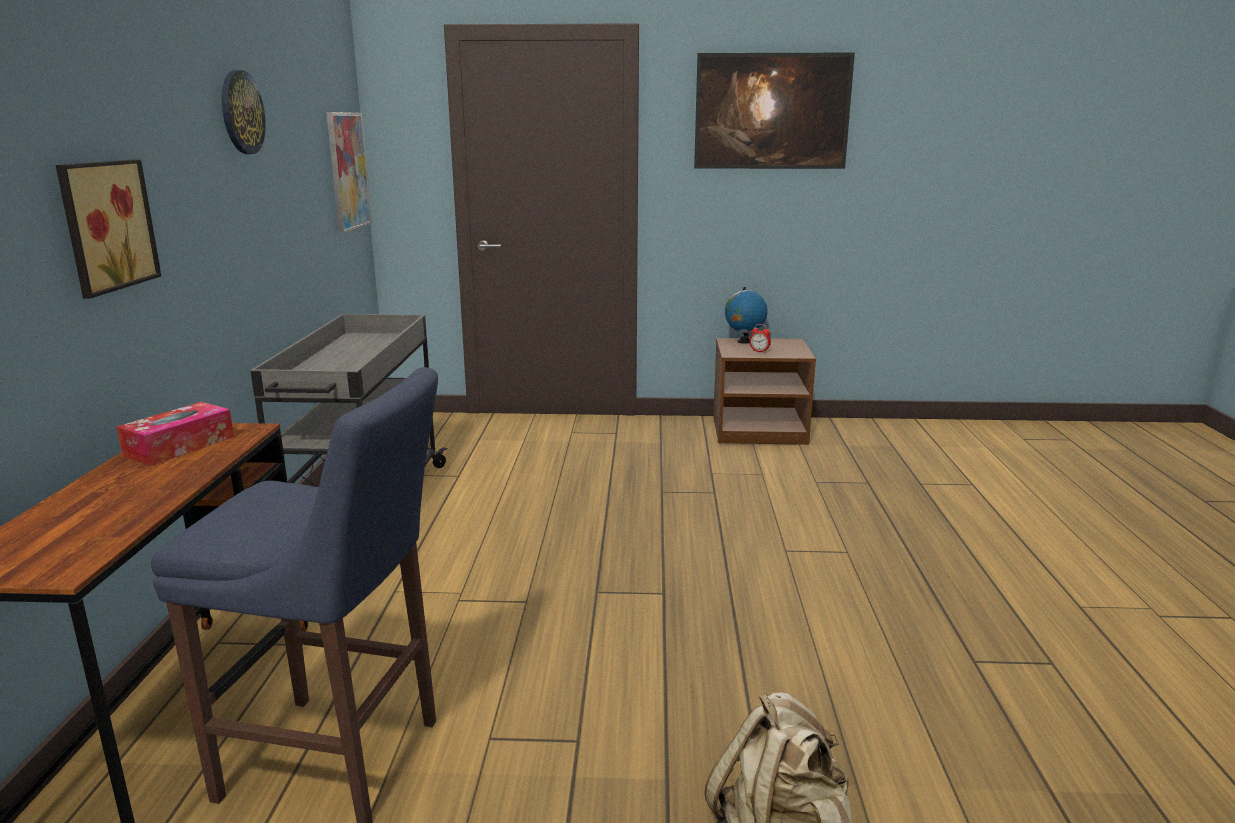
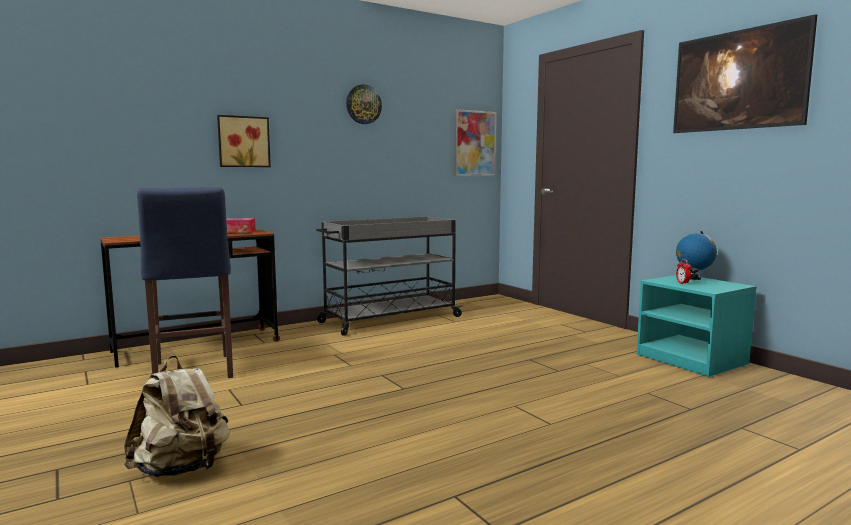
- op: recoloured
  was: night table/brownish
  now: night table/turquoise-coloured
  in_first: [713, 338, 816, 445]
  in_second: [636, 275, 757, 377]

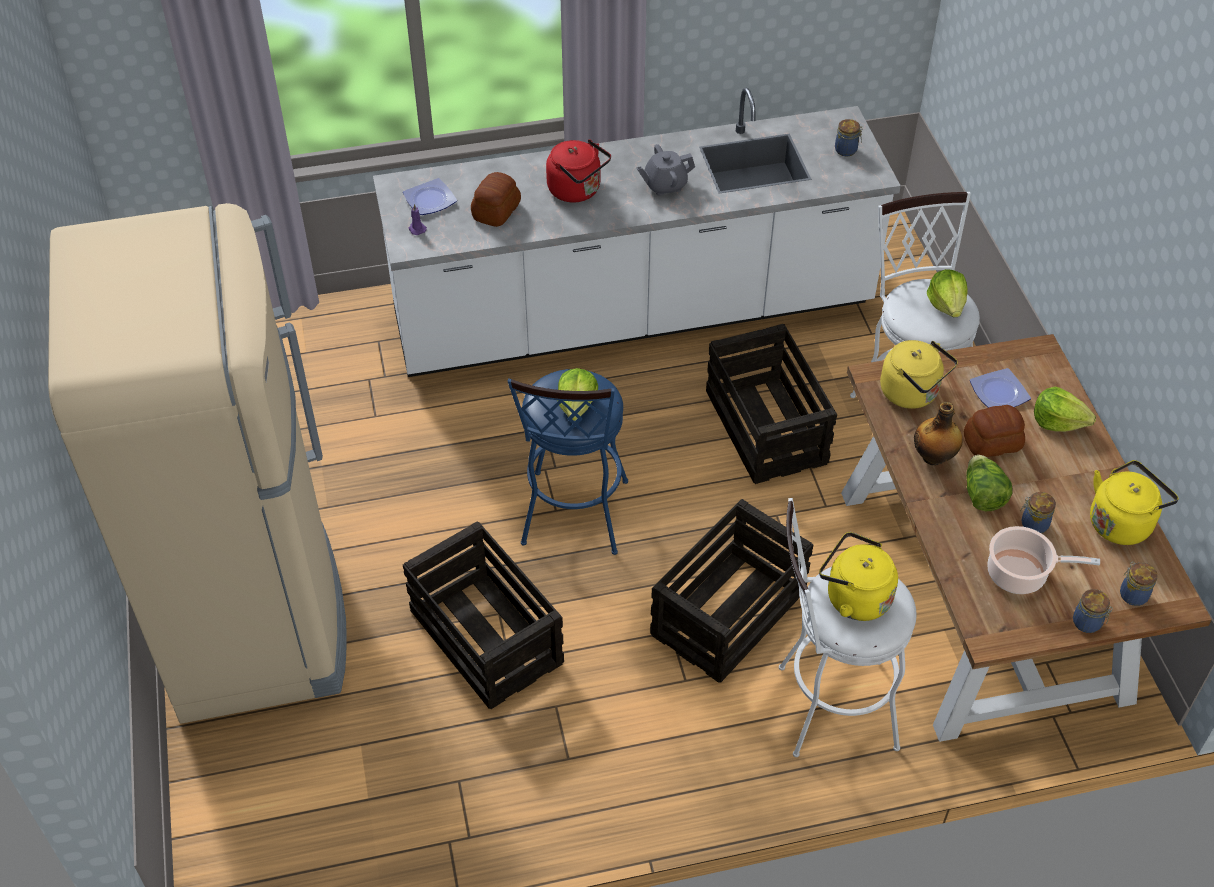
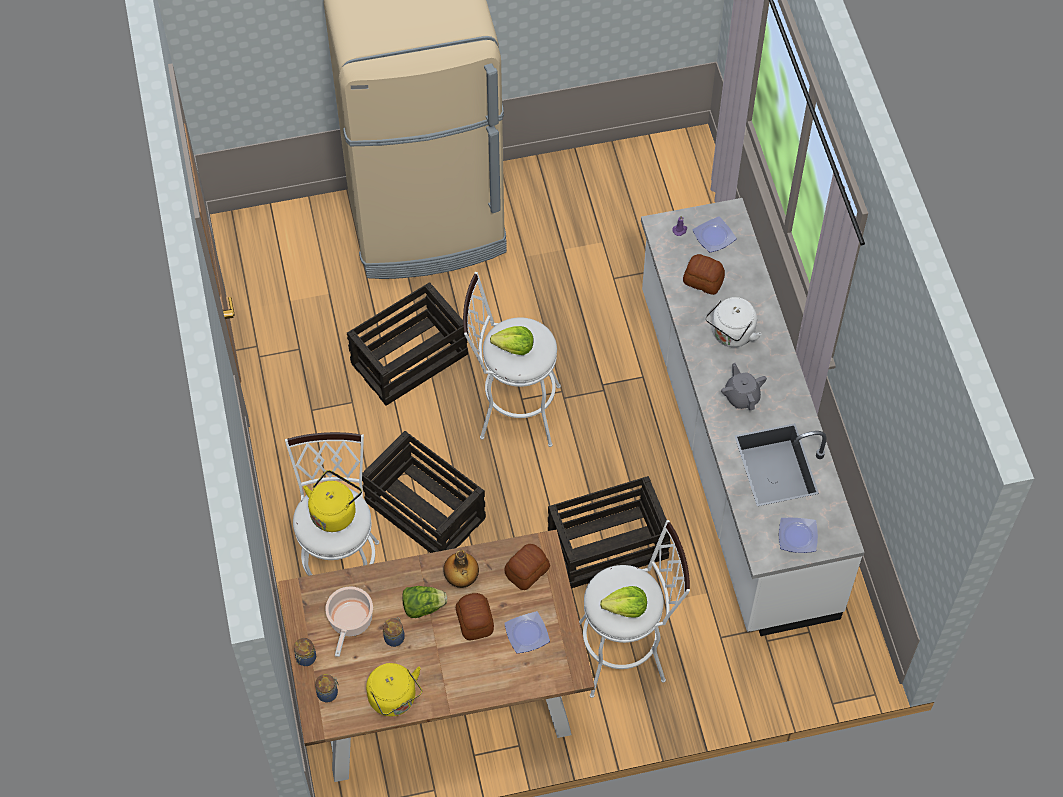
- op: replaced
  was: storage jar
  now: dinner plate
  in_first: [835, 119, 863, 156]
  in_second: [779, 518, 818, 553]
- op: recoloured
  was: kettle/red-coloured
  now: kettle/whitish
  in_first: [546, 139, 611, 202]
  in_second: [705, 297, 762, 347]
- op: replaced
  was: kettle/yellow
  now: bread
  in_first: [880, 340, 958, 409]
  in_second: [504, 544, 550, 590]
- op: recoloured
  was: sitting stool/bluish
  now: sitting stool/whitish
  in_first: [508, 369, 628, 555]
  in_second: [463, 272, 561, 447]
- op: removed
  was: lettuce
  in_first: [1034, 387, 1096, 432]

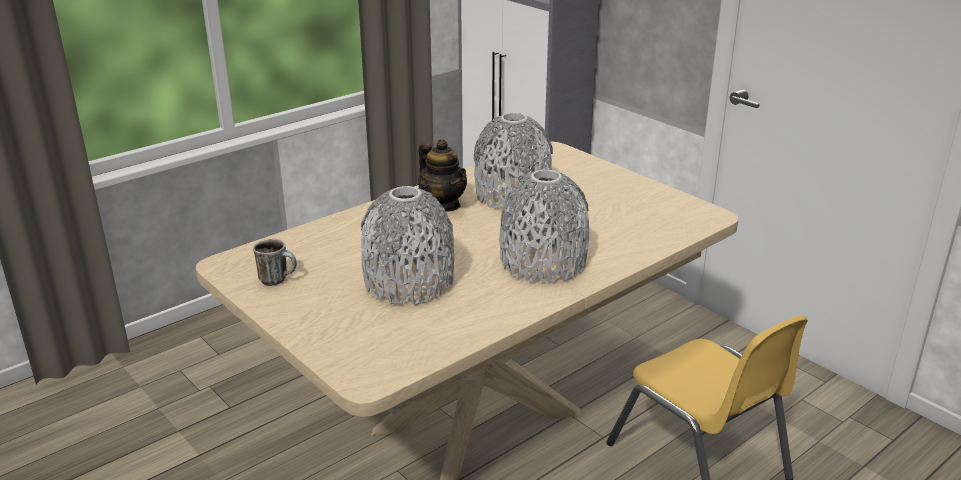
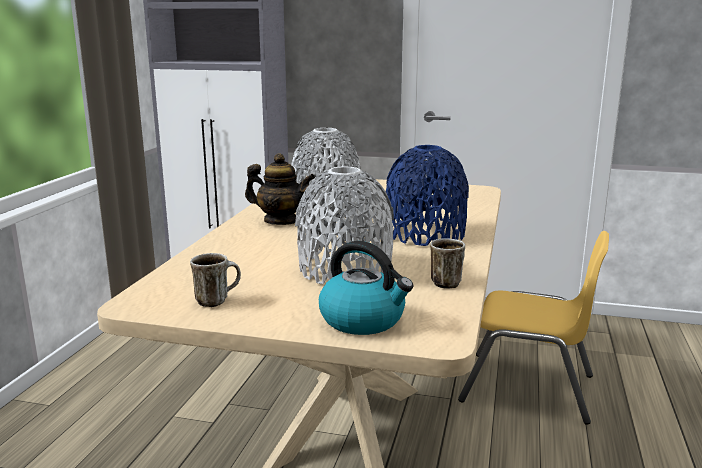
- op: recoloured
  was: flower vase/gray
  now: flower vase/bluish
  in_first: [499, 170, 589, 283]
  in_second: [386, 145, 469, 246]
- op: added
  now: mug
  in_second: [430, 238, 465, 289]
- op: added
  now: kettle
  in_second: [319, 241, 413, 335]

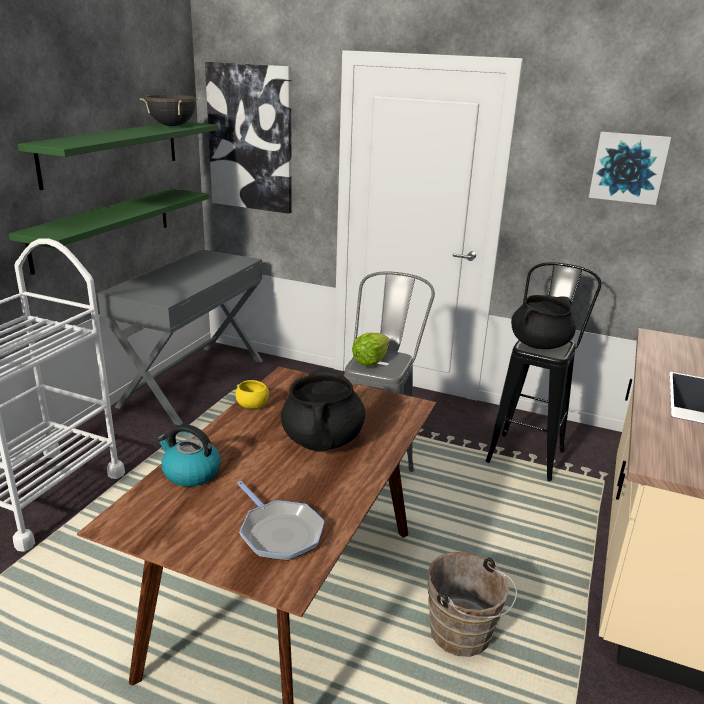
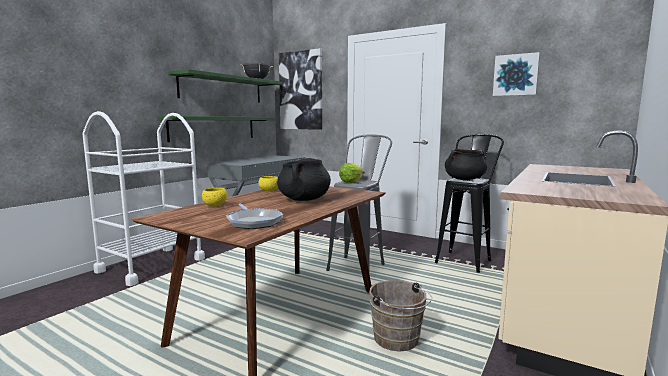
- op: replaced
  was: kettle
  now: serving bowl/yellow
  in_first: [157, 424, 221, 487]
  in_second: [202, 188, 228, 207]

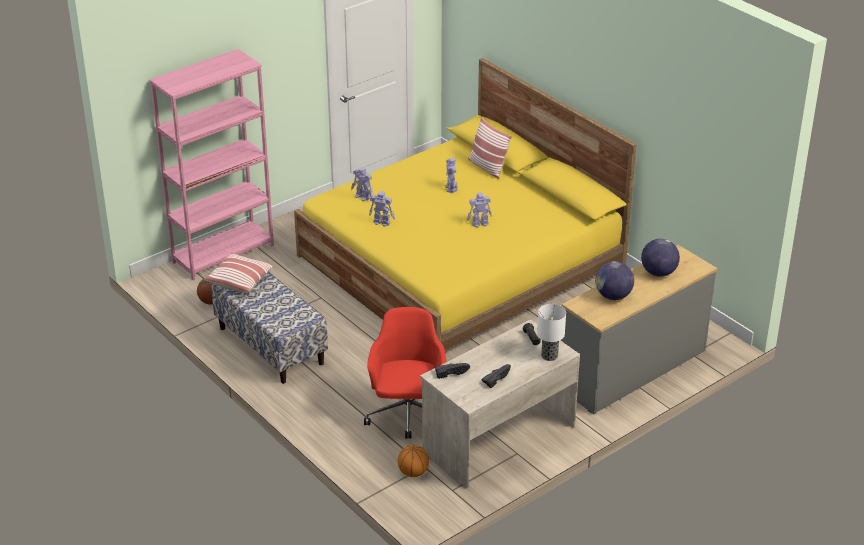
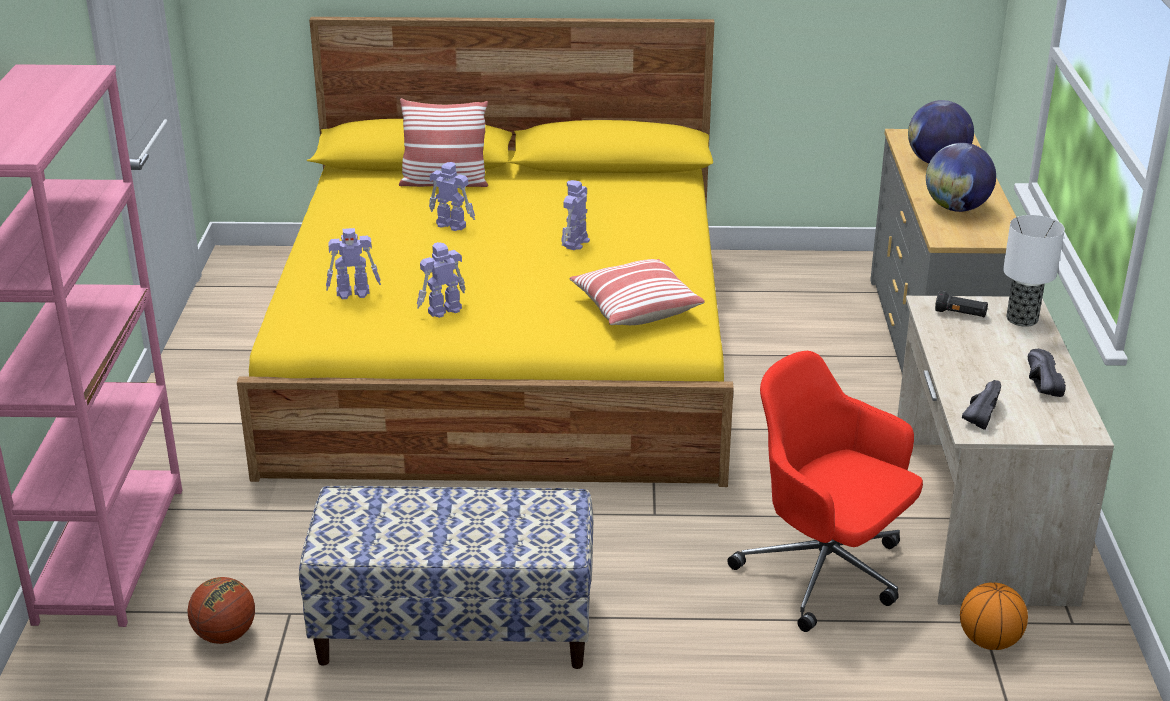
- op: moved
  was: throw pillow
  in_first: [204, 253, 275, 293]
  in_second: [569, 259, 705, 325]

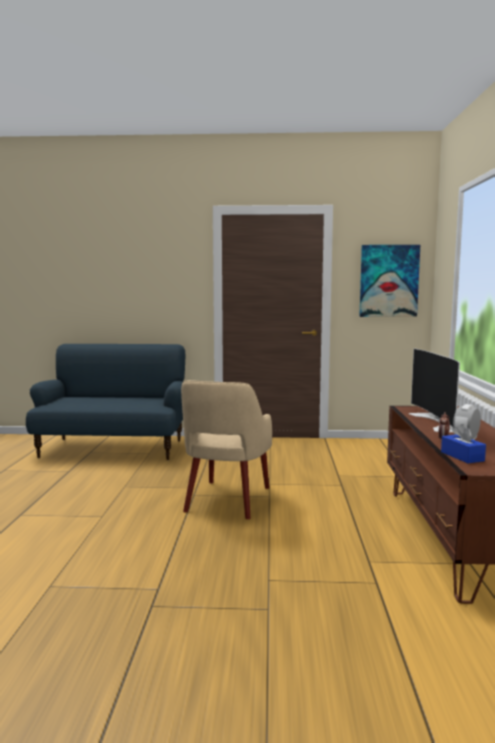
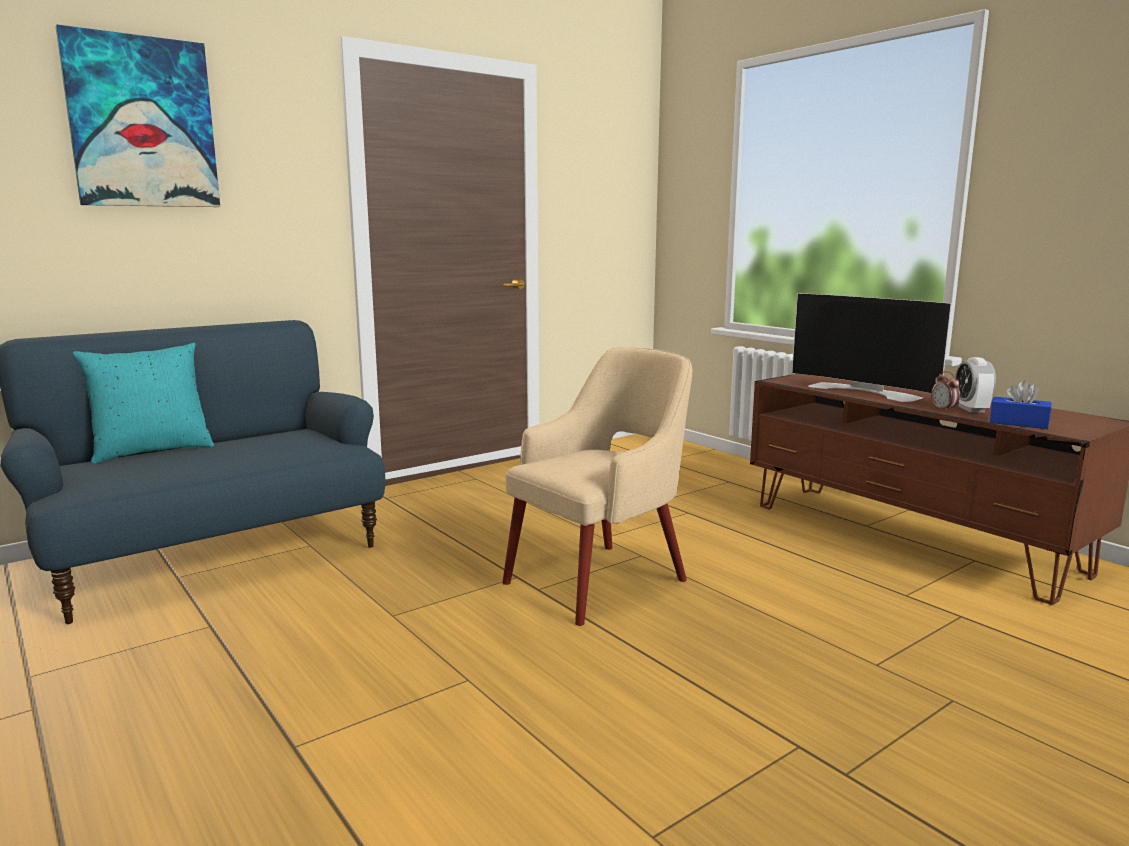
- op: moved
  was: picture
  in_first: [359, 245, 420, 317]
  in_second: [55, 25, 220, 207]
- op: turned
  was: armchair/sand-coloured
  in_first: [181, 380, 272, 519]
  in_second: [502, 347, 692, 626]
  clockwise: -105
- op: added
  now: throw pillow/turquoise-coloured
  in_second: [73, 343, 214, 464]

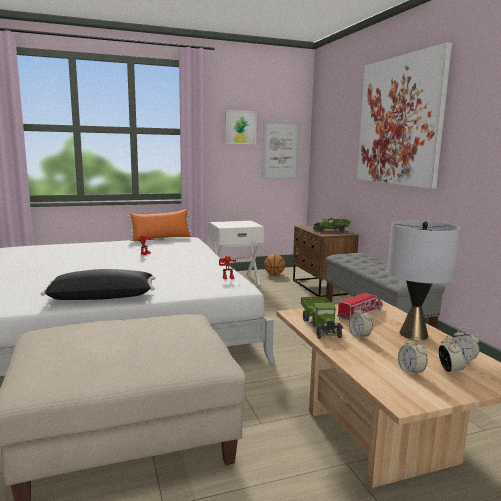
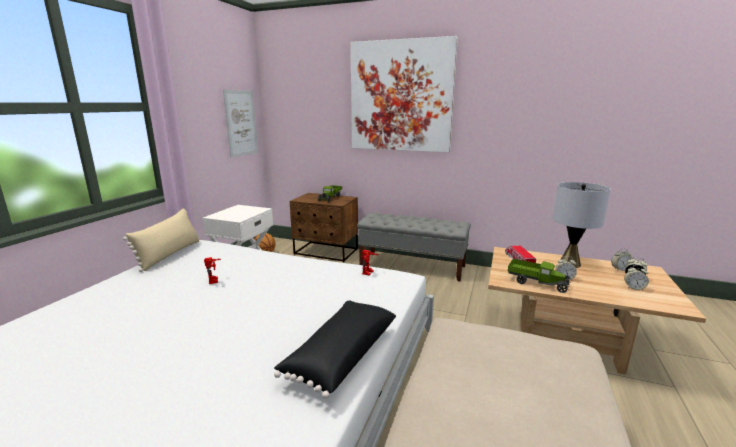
- op: removed
  was: picture
  in_first: [225, 110, 257, 144]
- op: recoloured
  was: throw pillow/orange
  now: throw pillow/sand-coloured
  in_first: [127, 209, 192, 241]
  in_second: [123, 208, 199, 272]

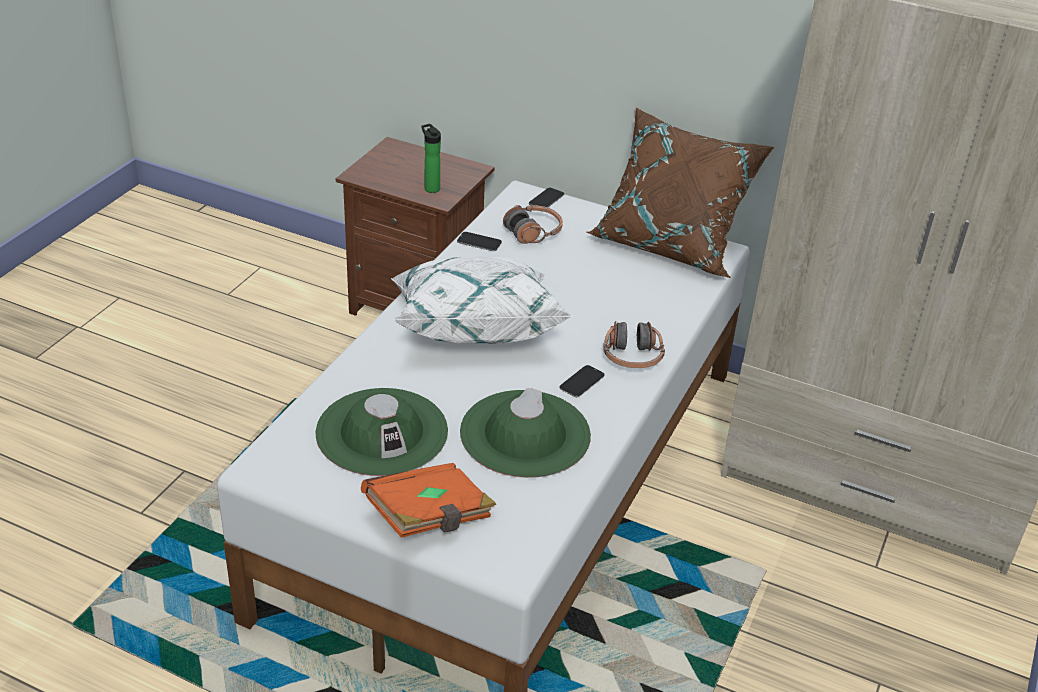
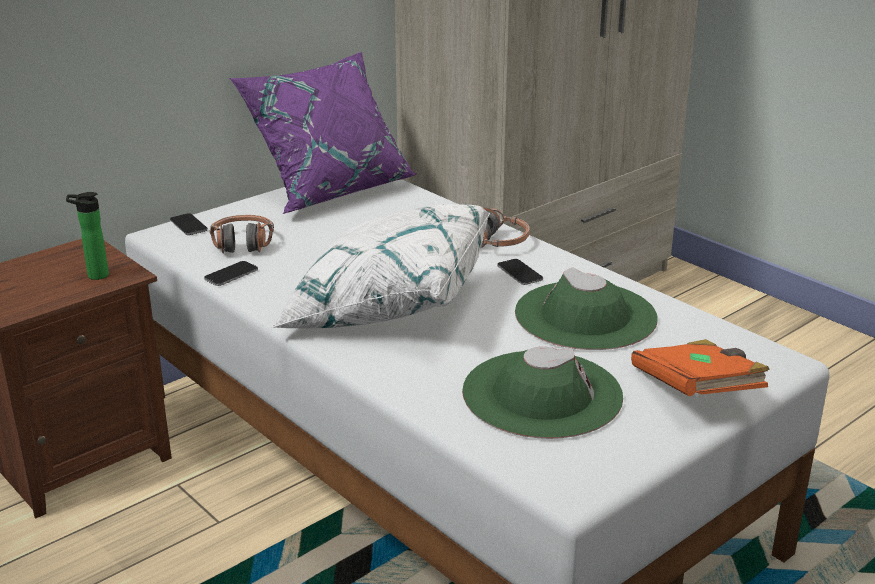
- op: recoloured
  was: throw pillow/brownish
  now: throw pillow/purplish
  in_first: [587, 108, 774, 278]
  in_second: [229, 52, 417, 214]

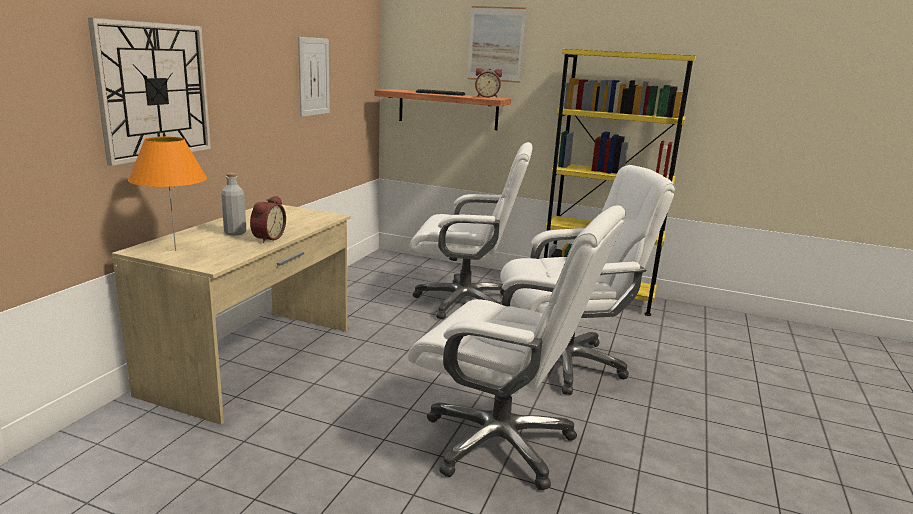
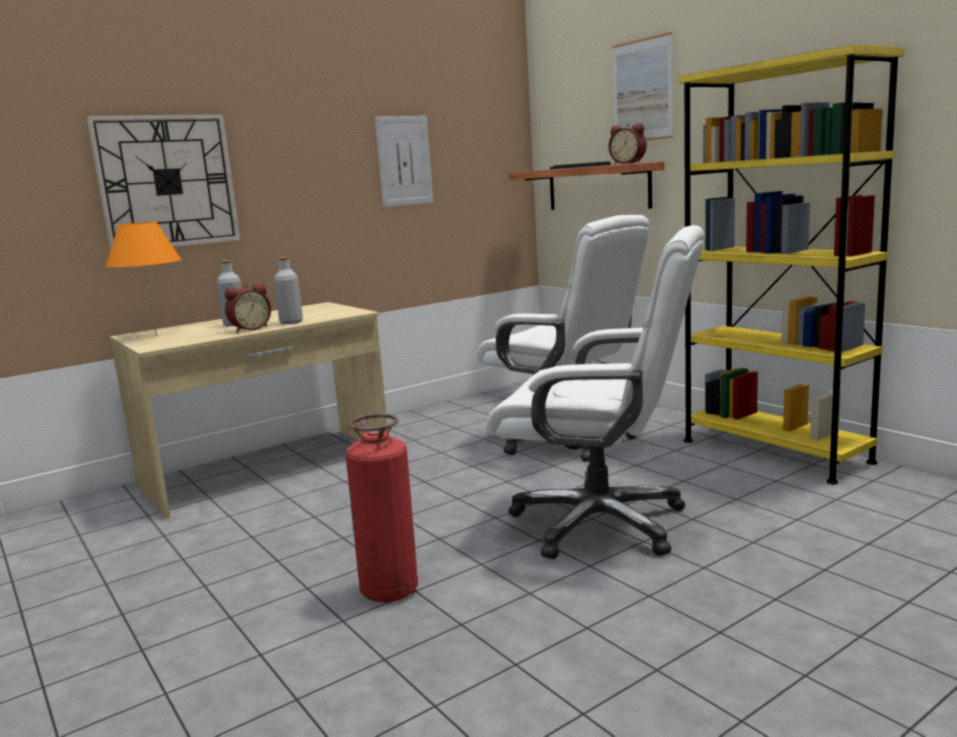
- op: replaced
  was: computer chair/whitish
  now: fire extinguisher
  in_first: [408, 205, 625, 490]
  in_second: [346, 413, 418, 602]
- op: added
  now: bottle/gray
  in_second: [274, 257, 303, 324]

